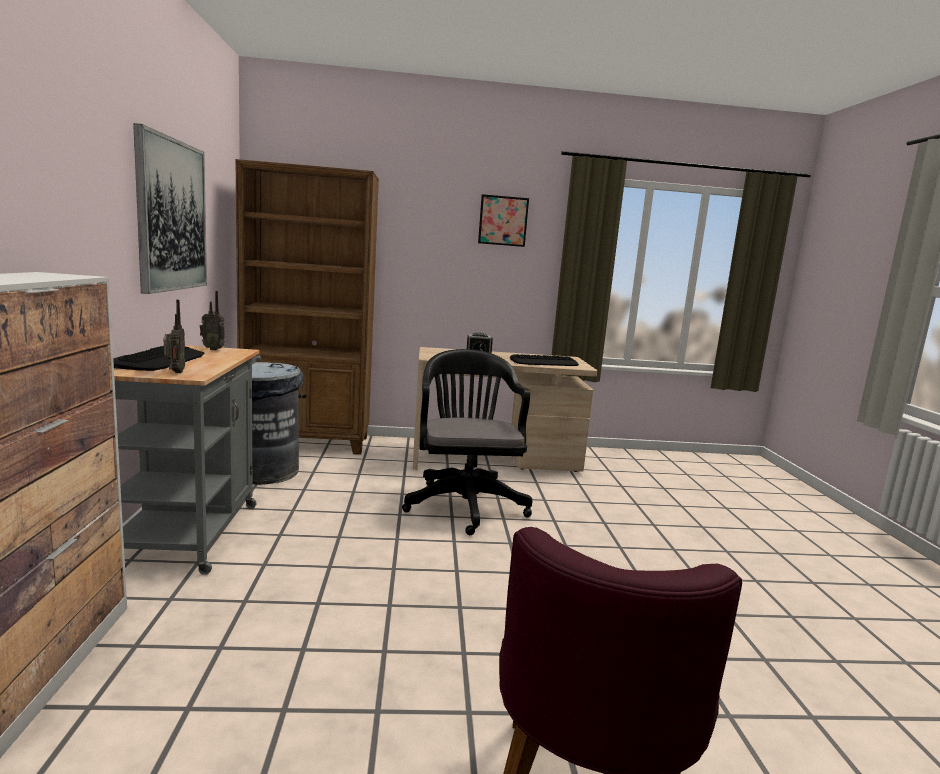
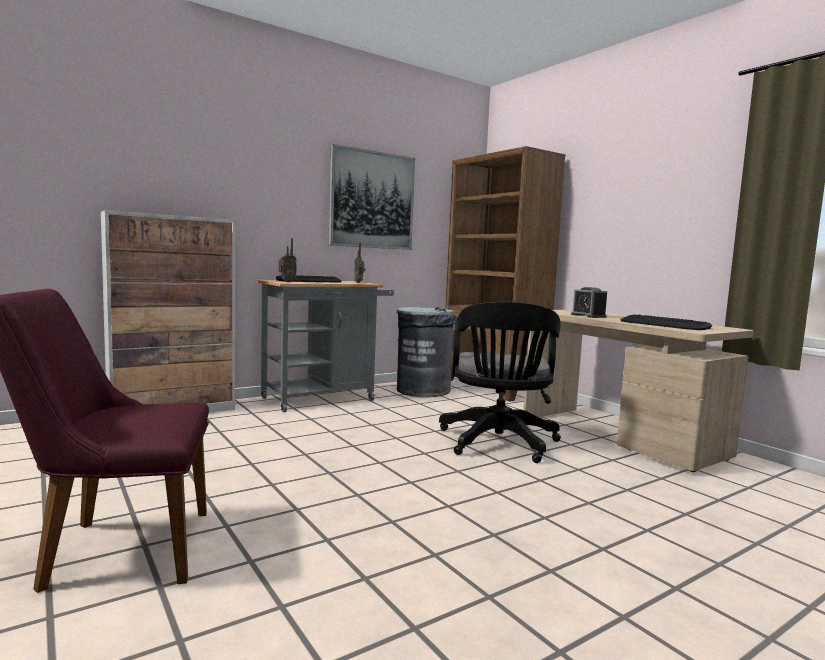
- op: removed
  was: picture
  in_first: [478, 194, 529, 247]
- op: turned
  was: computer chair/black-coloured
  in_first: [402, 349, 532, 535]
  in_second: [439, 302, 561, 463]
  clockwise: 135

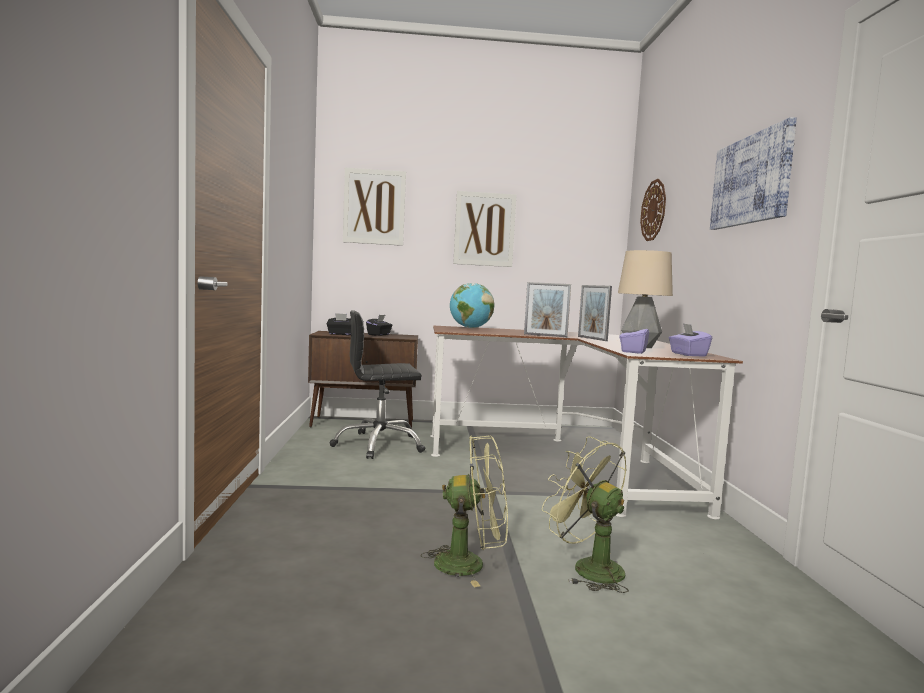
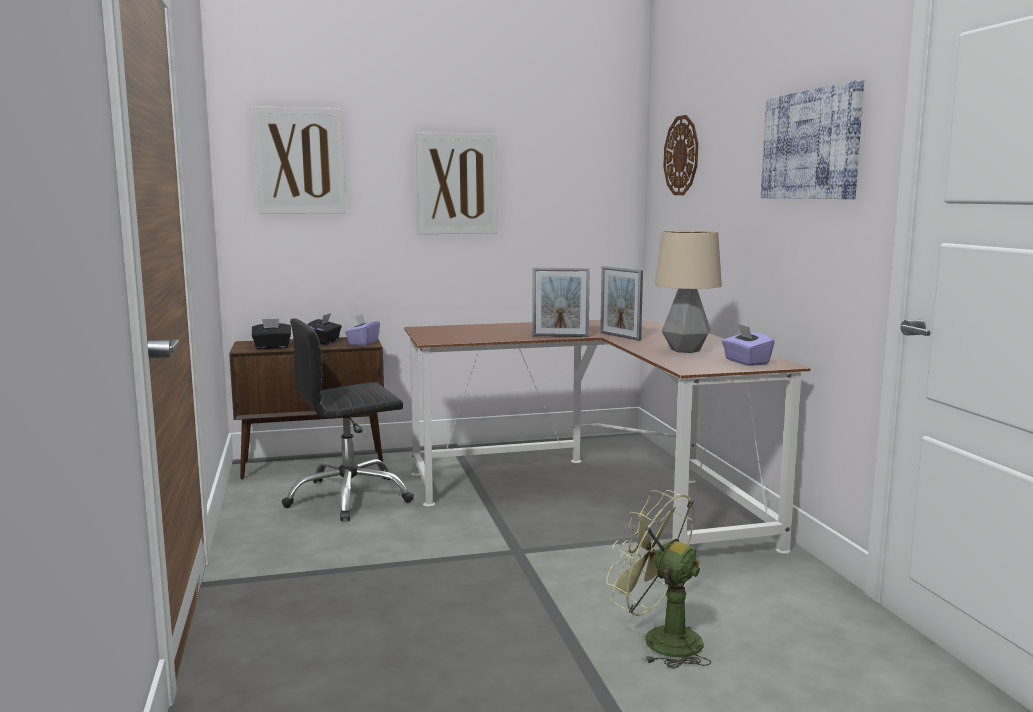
- op: removed
  was: world globe
  in_first: [450, 283, 495, 328]
- op: moved
  was: tissue holder/purplish
  in_first: [619, 321, 649, 354]
  in_second: [345, 314, 380, 346]
- op: removed
  was: electric fan/green
  in_first: [421, 435, 508, 587]

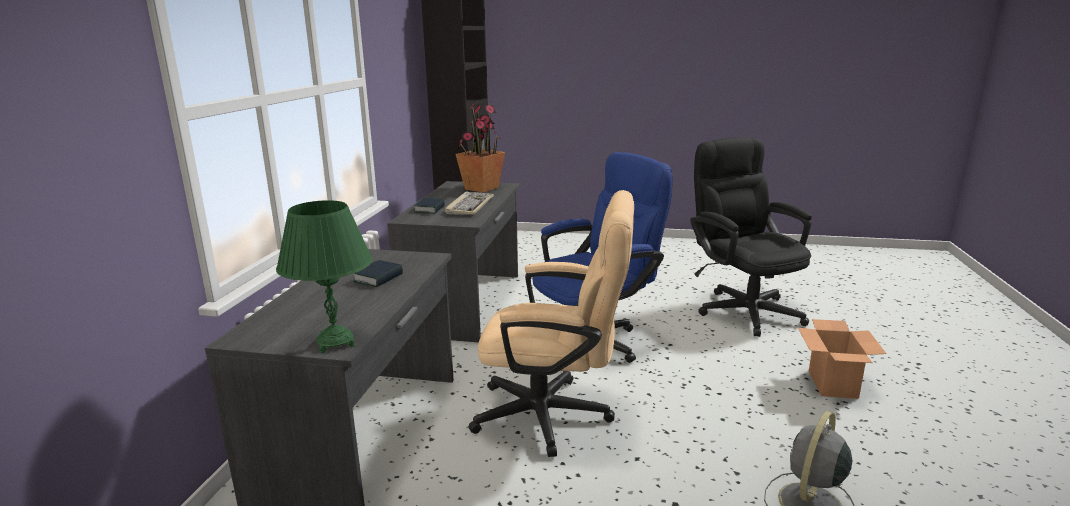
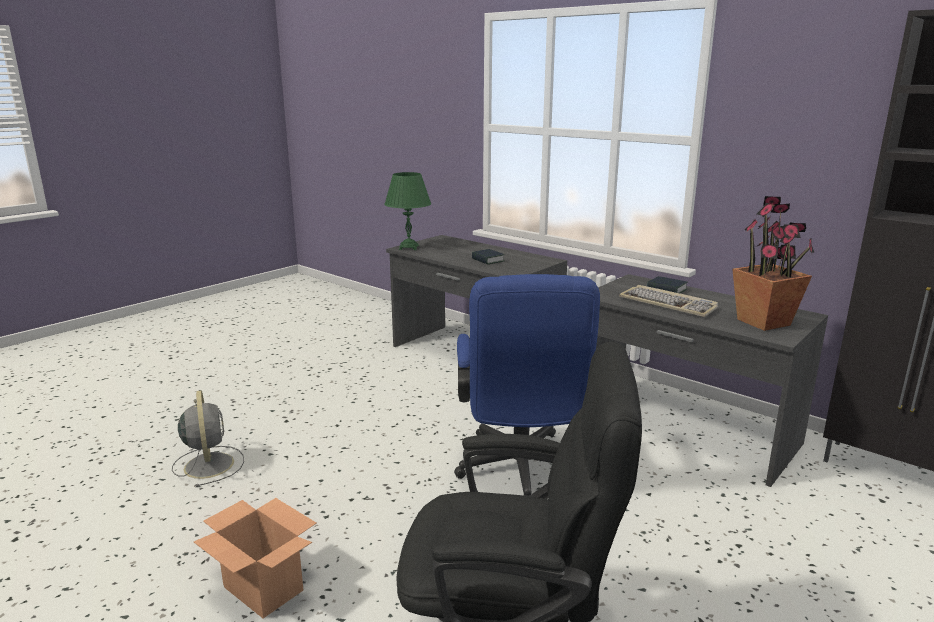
- op: removed
  was: computer chair/sand-coloured
  in_first: [469, 190, 634, 457]

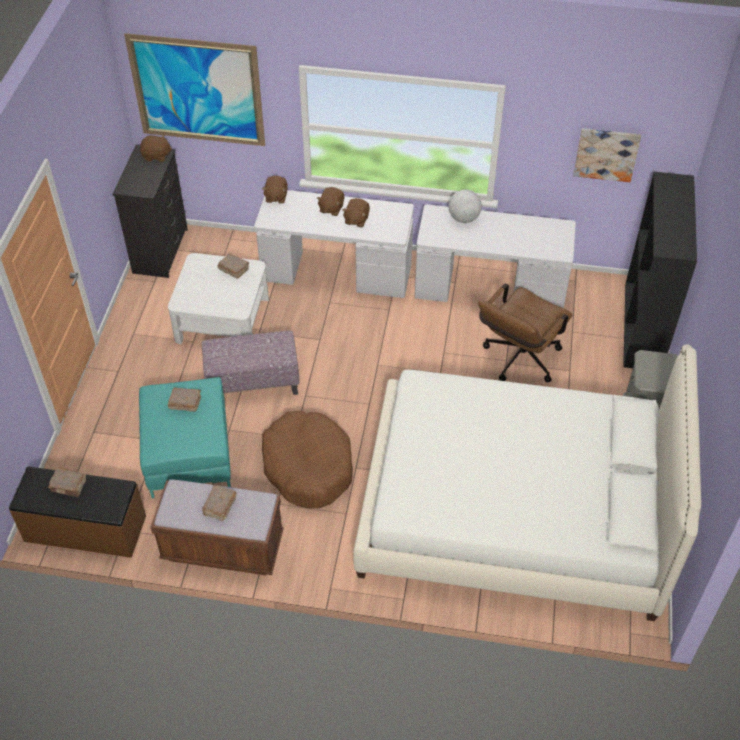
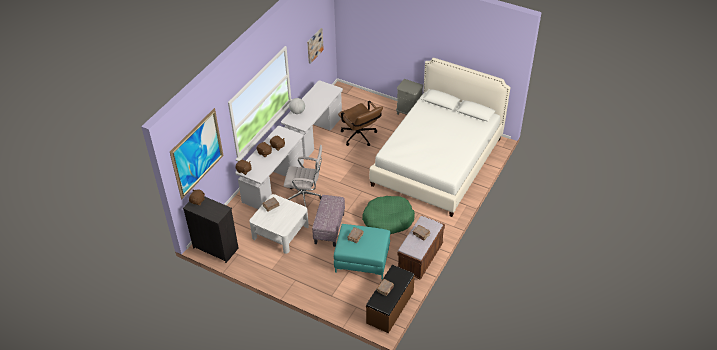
- op: removed
  was: shelving unit/black-coloured
  in_first: [623, 172, 697, 368]
- op: recoloured
  was: dog bed/brownish
  now: dog bed/green
  in_first: [262, 411, 353, 508]
  in_second: [362, 196, 415, 234]
- op: added
  now: computer chair/whitish
  in_second: [284, 145, 322, 211]

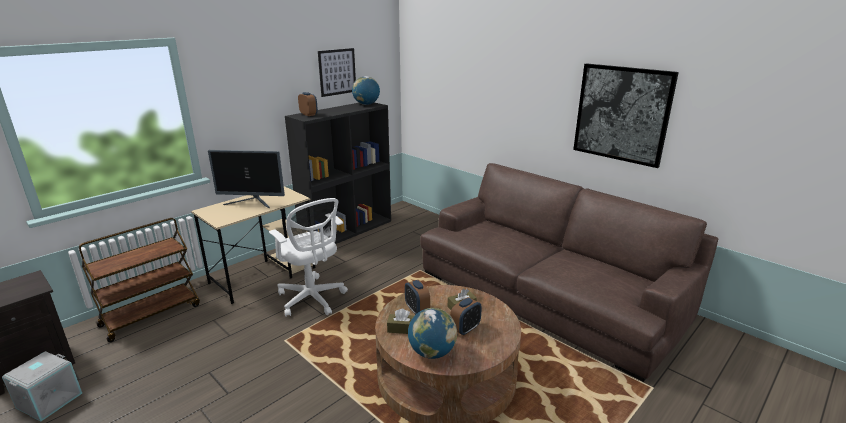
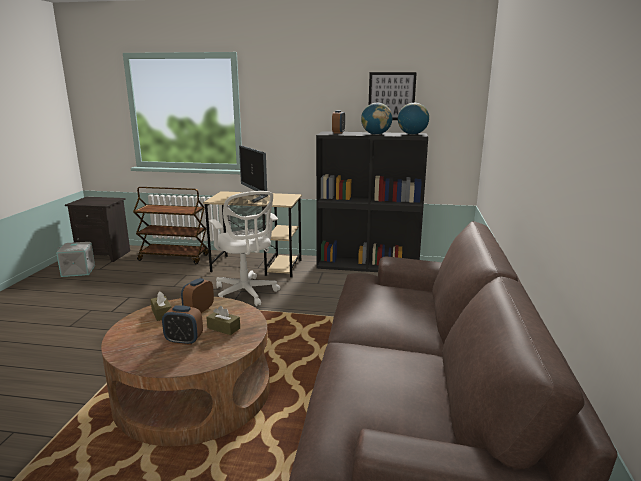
- op: removed
  was: picture
  in_first: [573, 63, 679, 168]
- op: turned
  was: computer chair/whitish
  in_first: [269, 198, 348, 317]
  in_second: [209, 191, 280, 306]
  clockwise: -45
- op: moved
  was: world globe
  in_first: [408, 308, 457, 359]
  in_second: [361, 103, 392, 135]

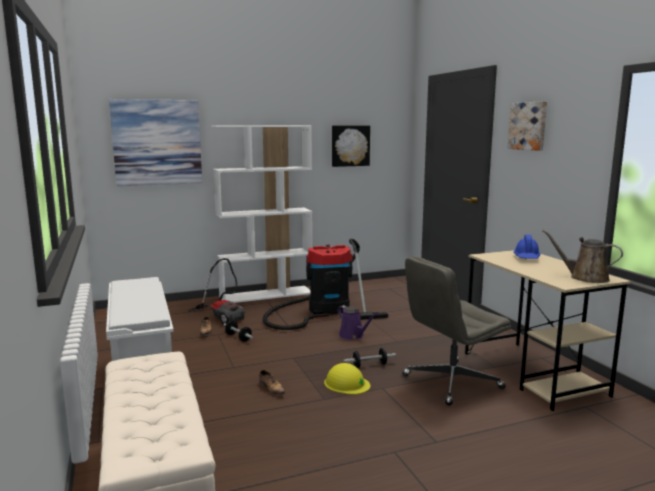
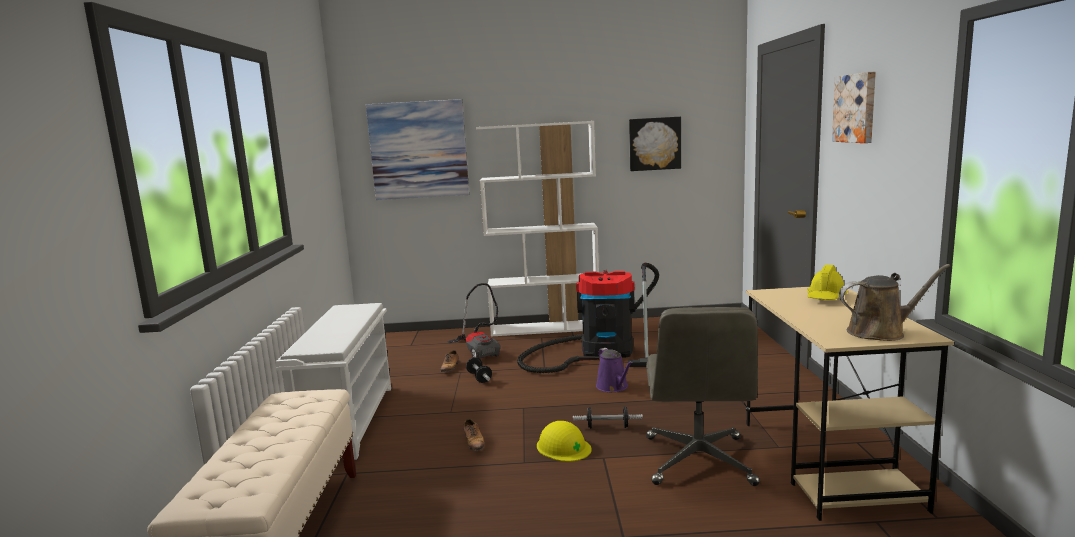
- op: turned
  was: watering can/brownish
  in_first: [542, 230, 623, 283]
  in_second: [839, 264, 950, 341]
  clockwise: 120
- op: recoloured
  was: hard hat/bluish
  now: hard hat/yellow
  in_first: [513, 234, 541, 259]
  in_second: [807, 265, 847, 300]
- op: turned
  was: computer chair/gray
  in_first: [402, 256, 511, 405]
  in_second: [646, 307, 760, 486]
  clockwise: -75

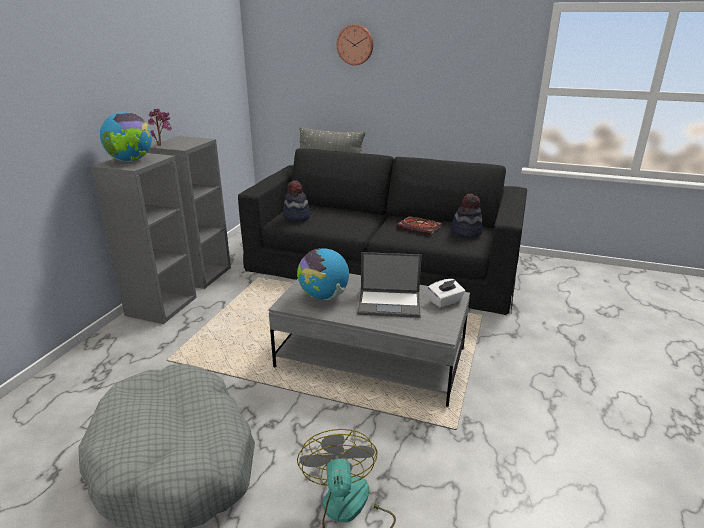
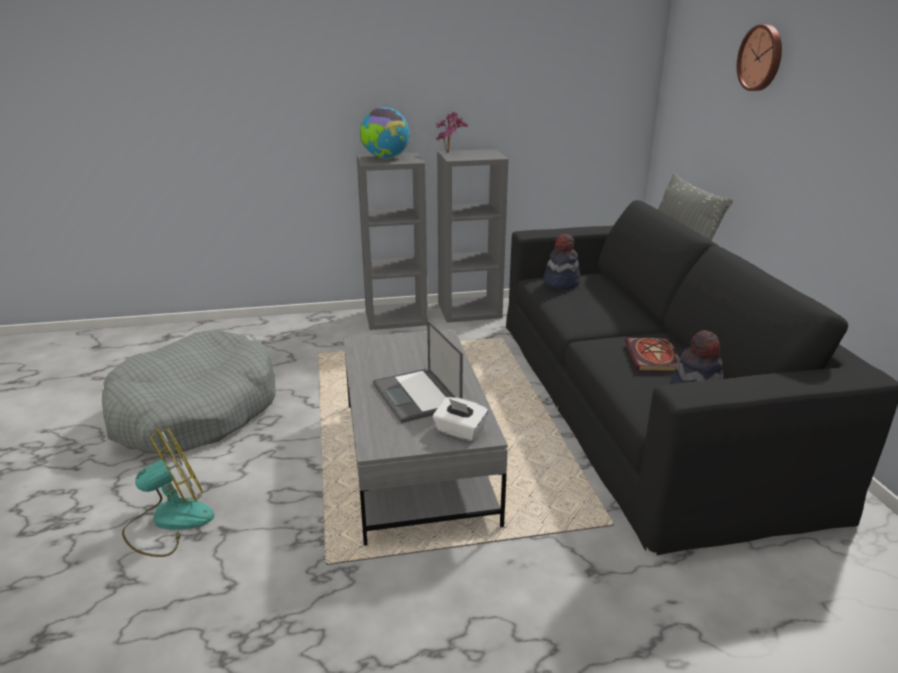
- op: removed
  was: world globe
  in_first: [297, 248, 349, 300]

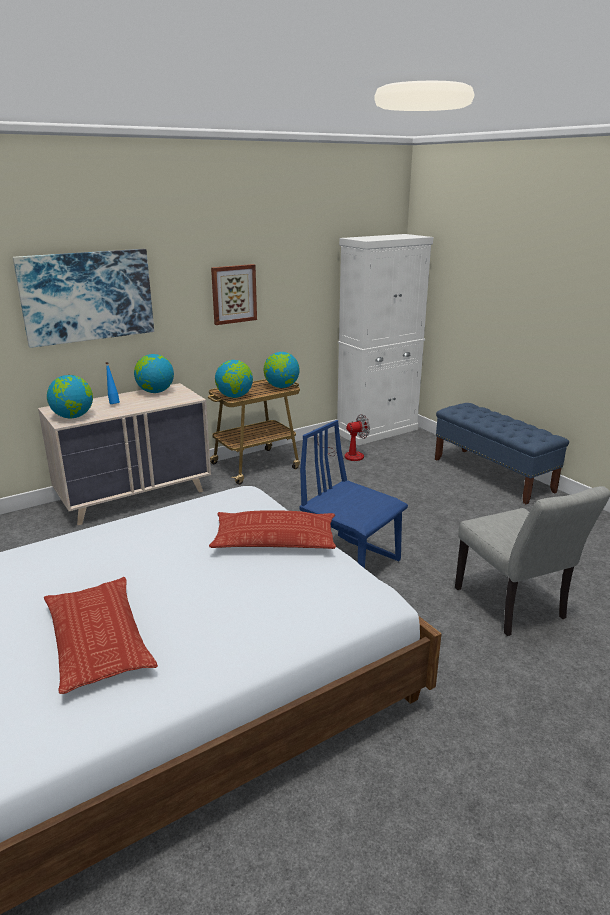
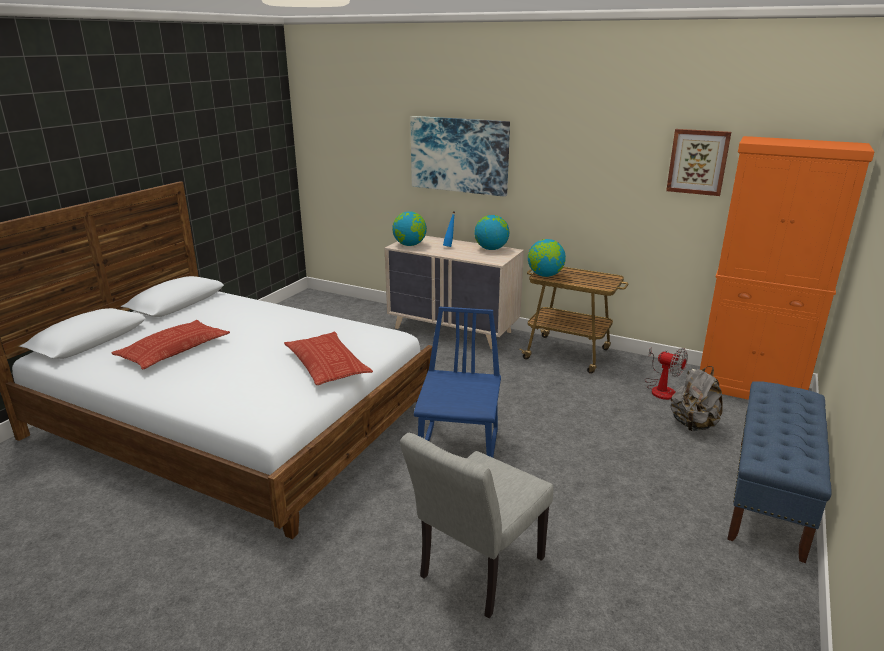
- op: recoloured
  was: cupboard/whitish
  now: cupboard/orange
  in_first: [337, 234, 433, 445]
  in_second: [700, 136, 875, 400]
- op: moved
  was: picture
  in_first: [211, 264, 257, 325]
  in_second: [666, 129, 731, 196]
- op: removed
  was: world globe
  in_first: [264, 352, 300, 388]
- op: added
  now: backpack/gray
  in_second: [670, 366, 723, 431]

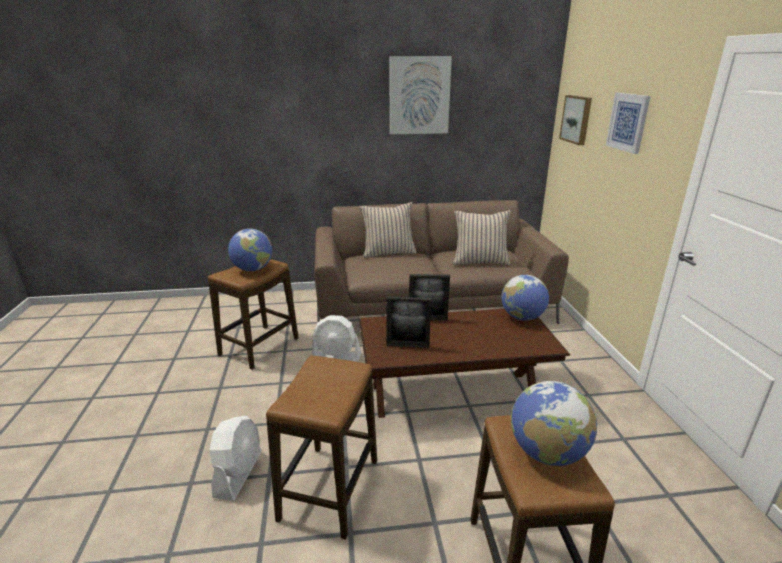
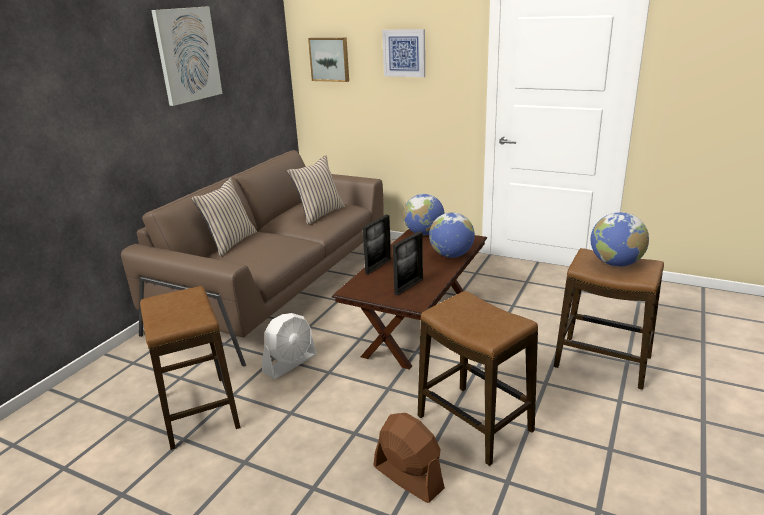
- op: moved
  was: world globe
  in_first: [228, 229, 272, 271]
  in_second: [429, 213, 475, 258]
- op: recoloured
  was: electric fan/whitish
  now: electric fan/brownish
  in_first: [210, 416, 261, 501]
  in_second: [373, 413, 445, 503]

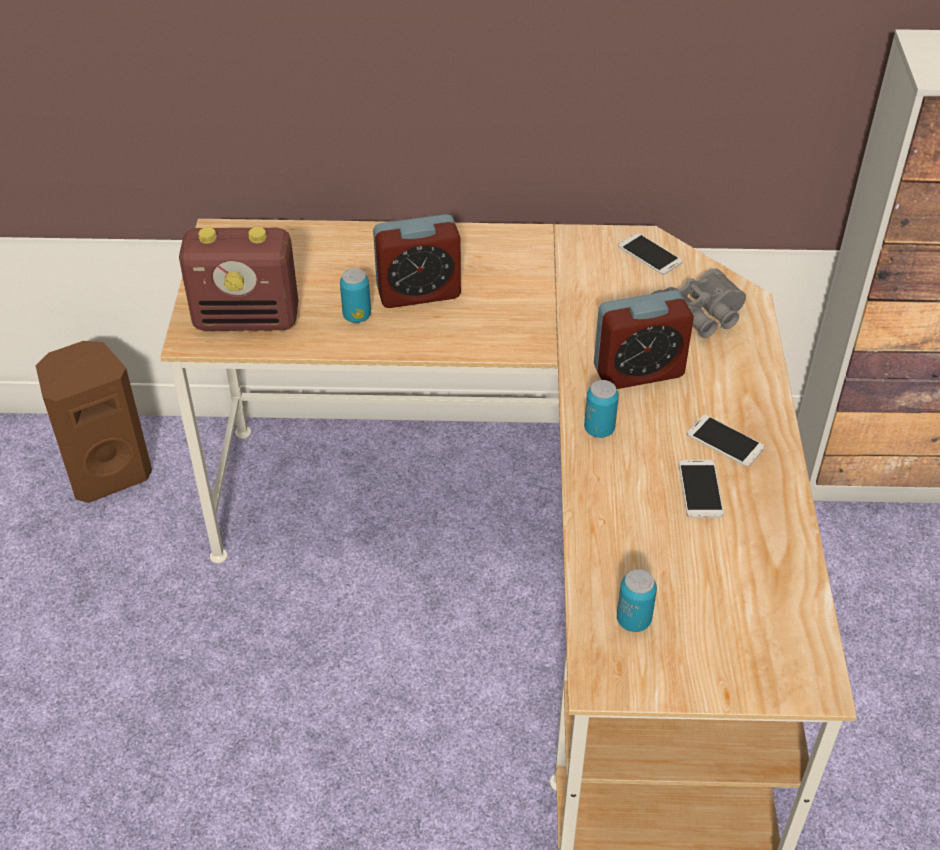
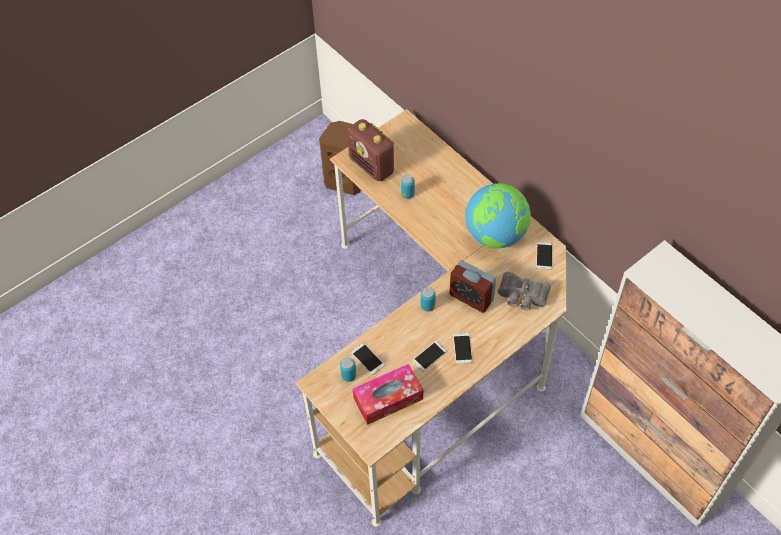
- op: removed
  was: table clock
  in_first: [373, 214, 461, 308]
- op: added
  now: world globe
  in_second: [465, 183, 531, 249]
- op: added
  now: handset
  in_second: [351, 343, 385, 375]
- op: added
  now: tissue holder
  in_second: [353, 364, 423, 425]

